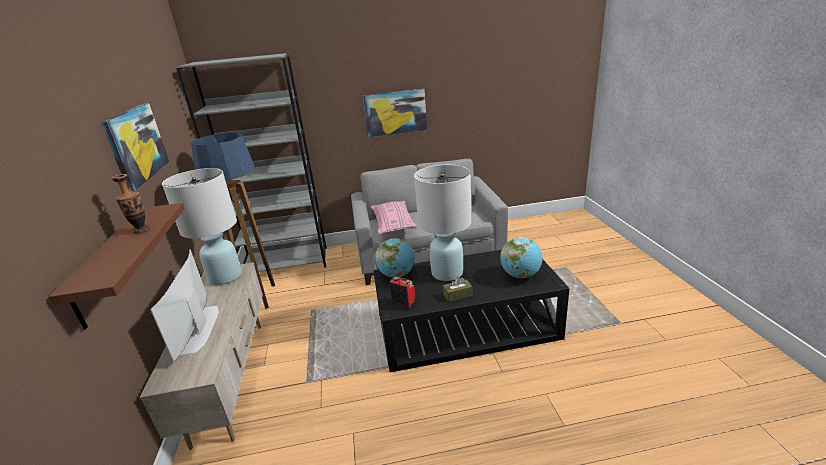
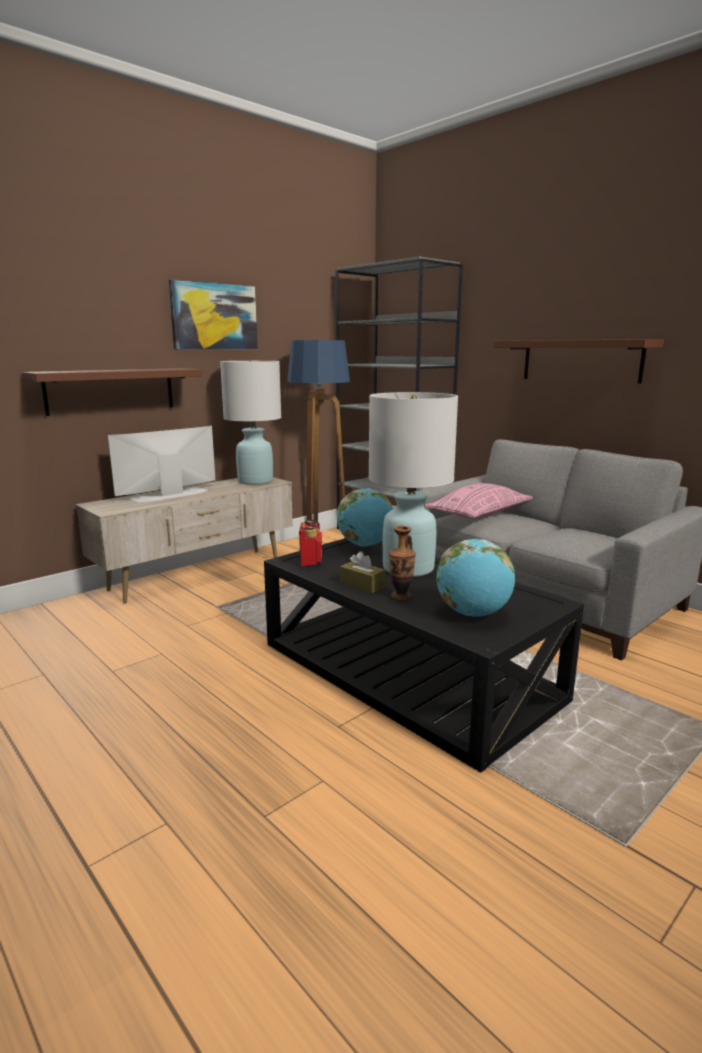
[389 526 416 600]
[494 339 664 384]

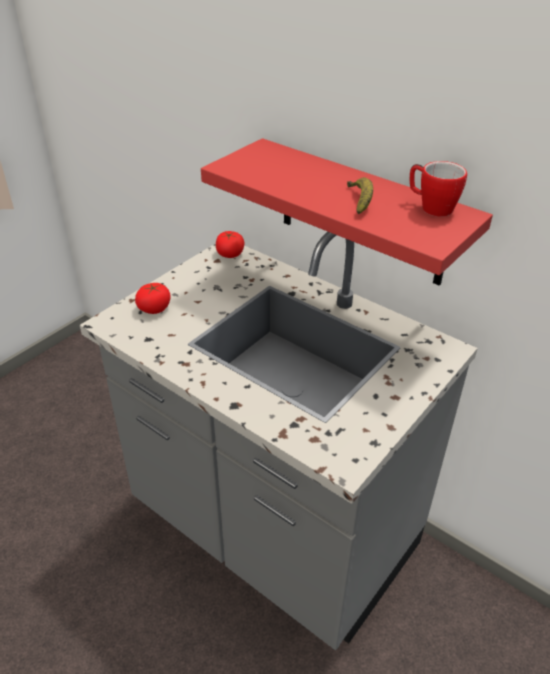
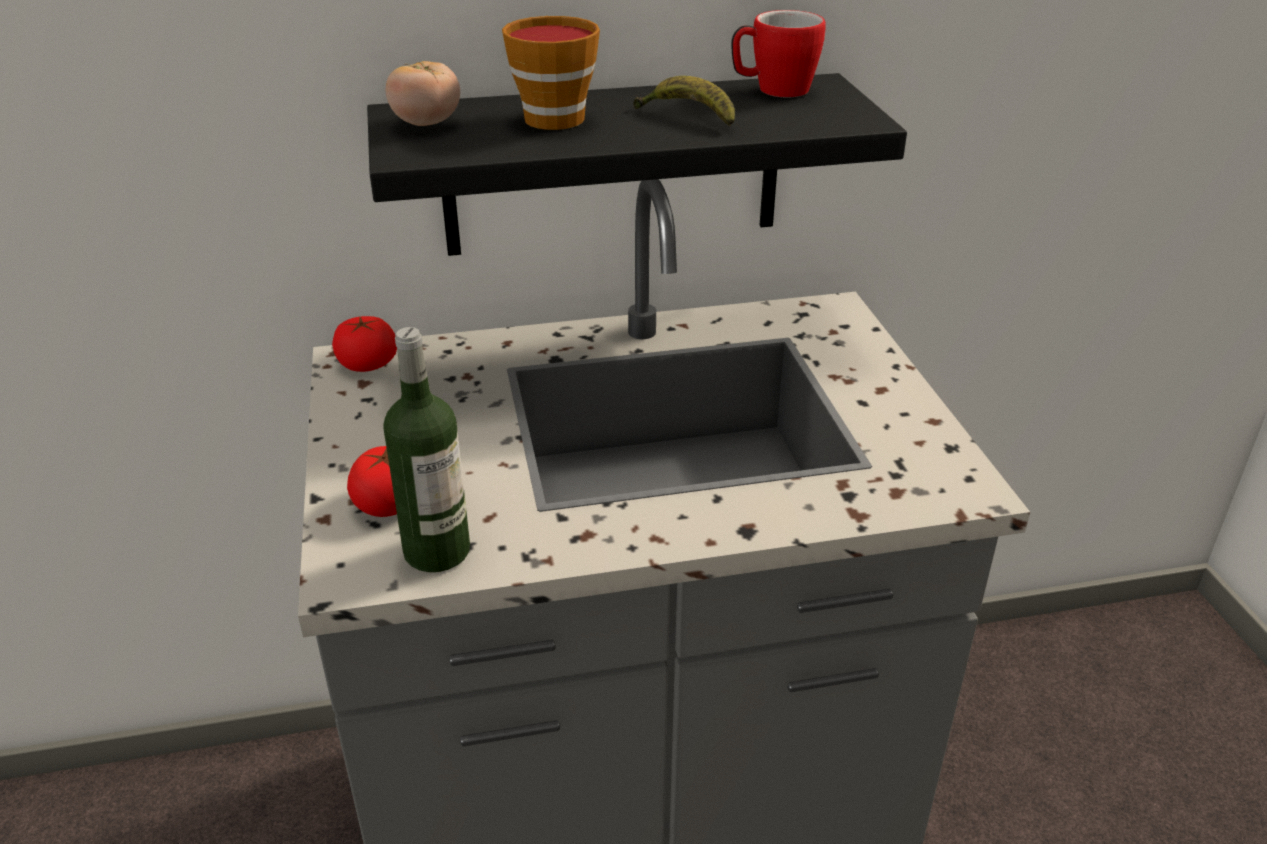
[367 73 907 256]
[383 327 470 572]
[386 61 460 126]
[502 16 600 130]

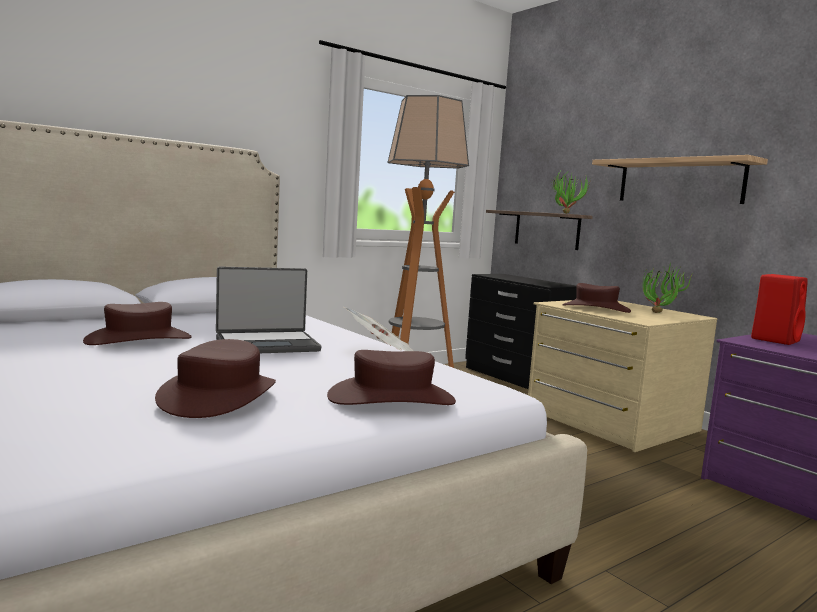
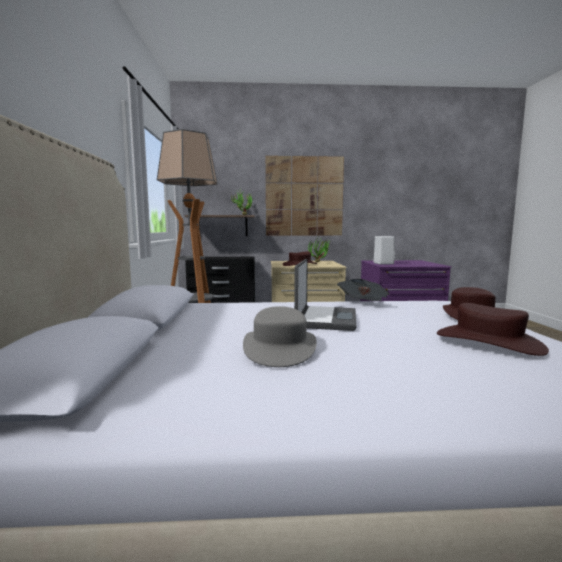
[243 306 317 367]
[266 156 344 235]
[374 236 395 265]

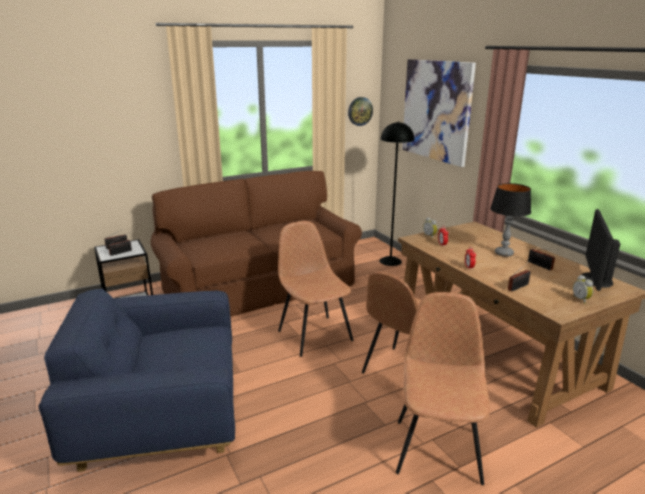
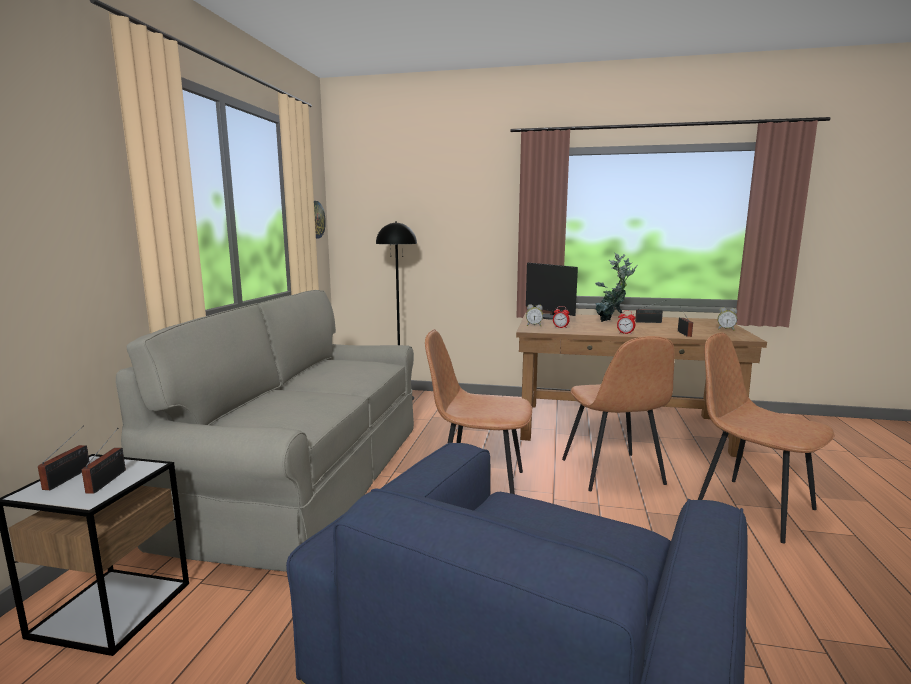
[116 290 414 572]
[402 59 476 167] (first image)
[595 253 637 322]
[526 263 578 320]

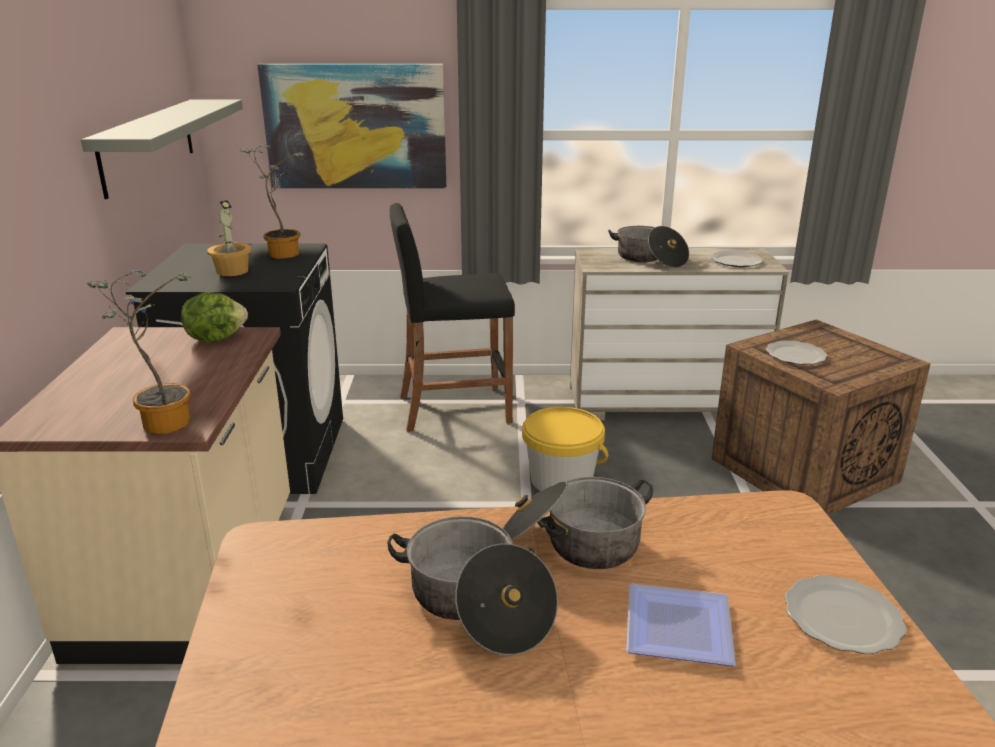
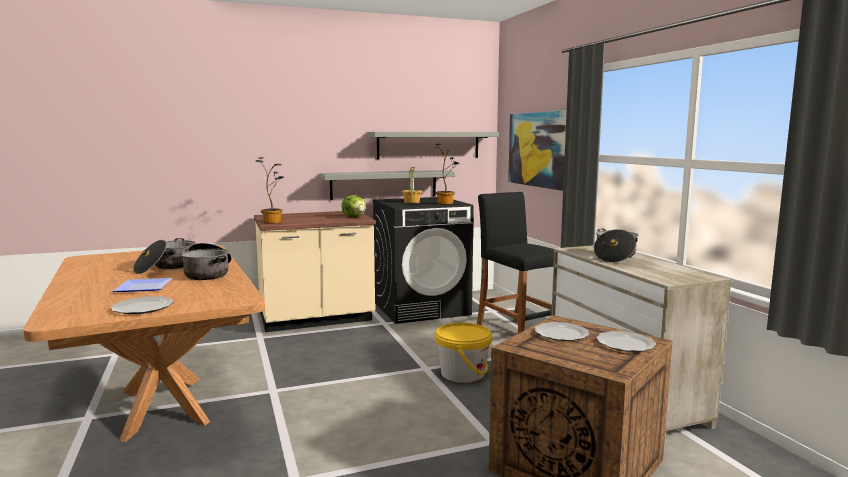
[596 331 656 352]
[319 170 455 200]

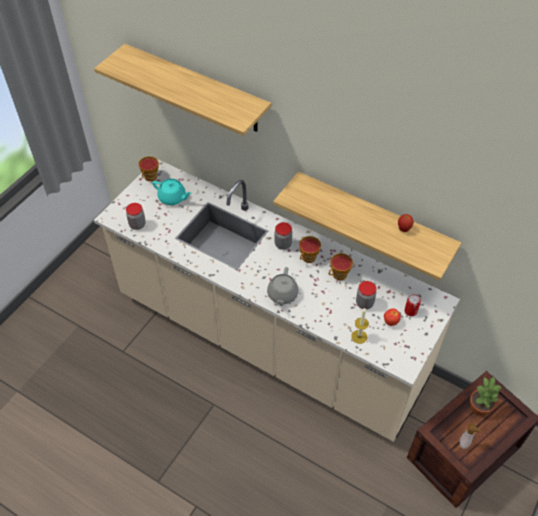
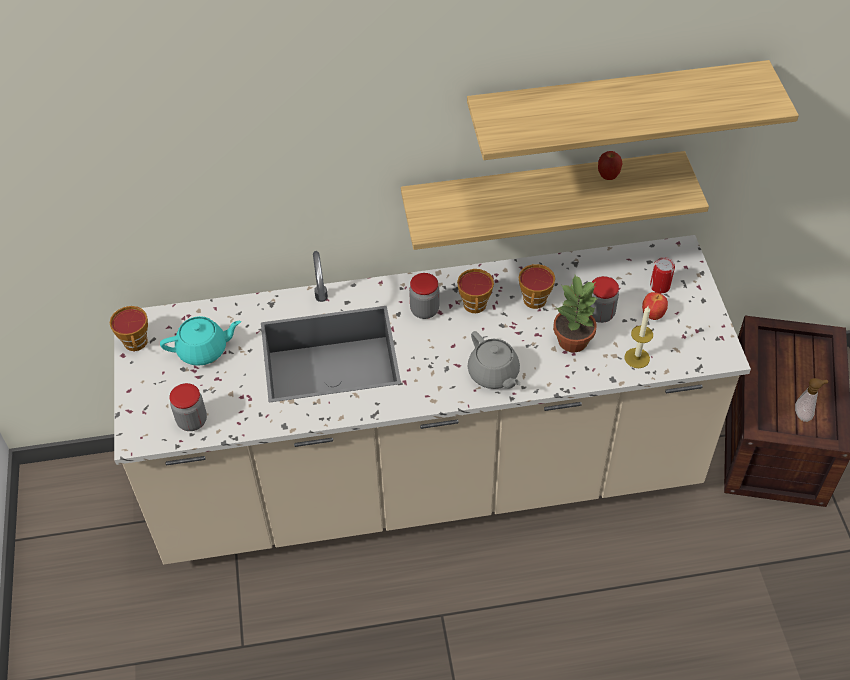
[467 60 799 160]
[553 275 599 353]

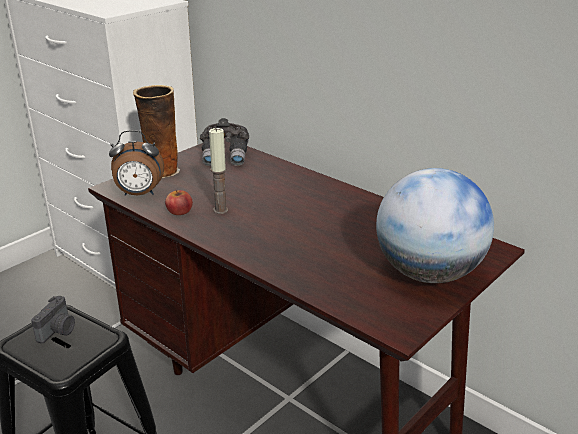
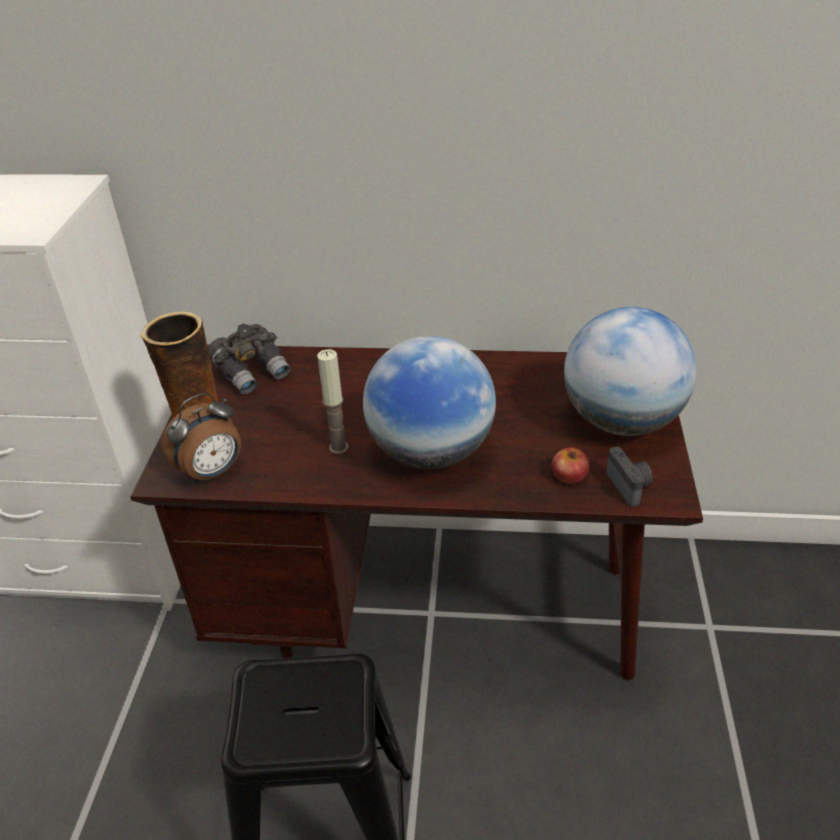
[606 447 653 507]
[552 447 589 484]
[363 336 496 469]

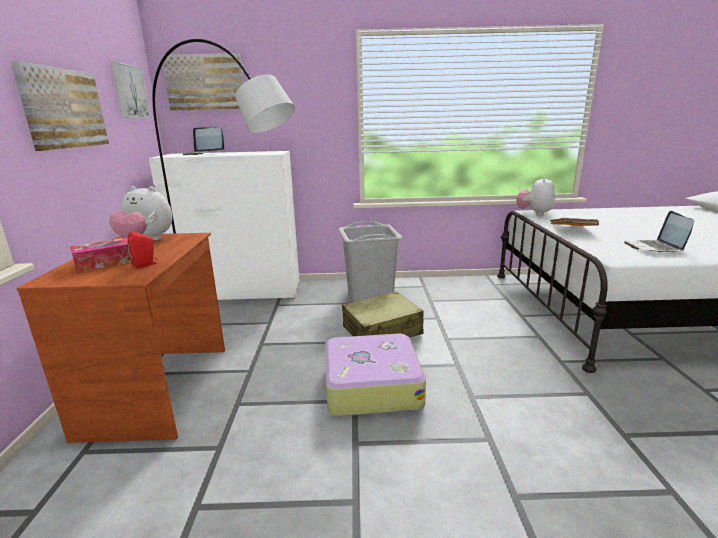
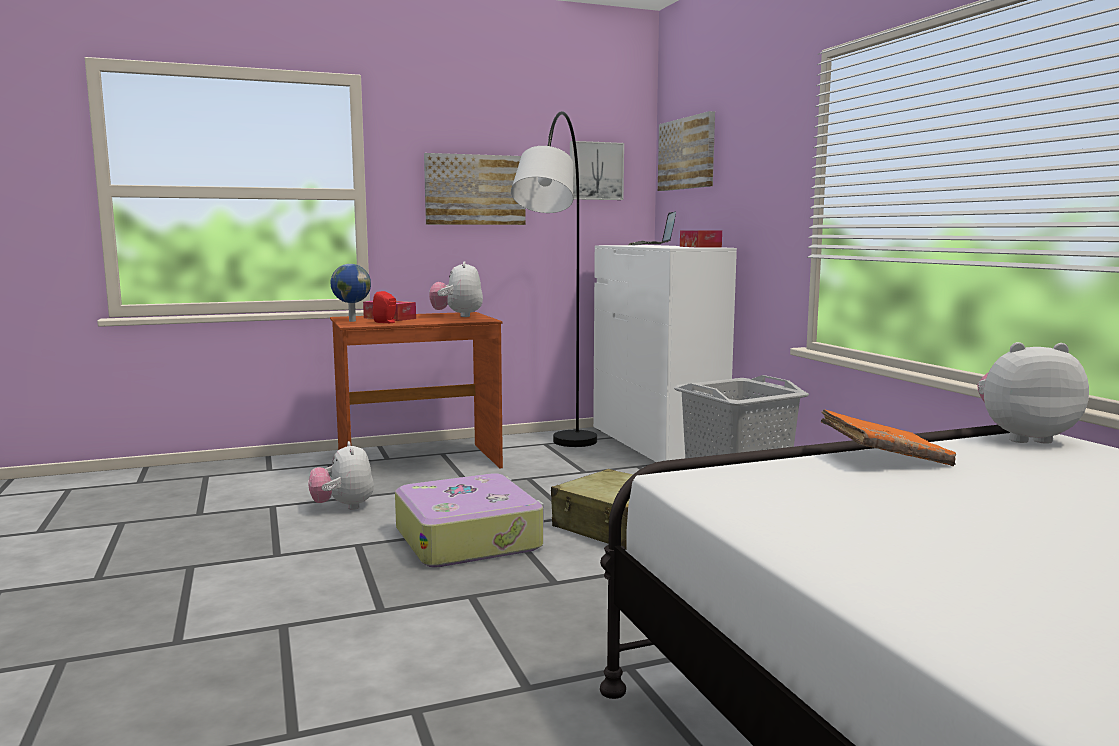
[624 211 694 252] (first image)
[308 441 374 510]
[331 264 371 322]
[680 230 722 248]

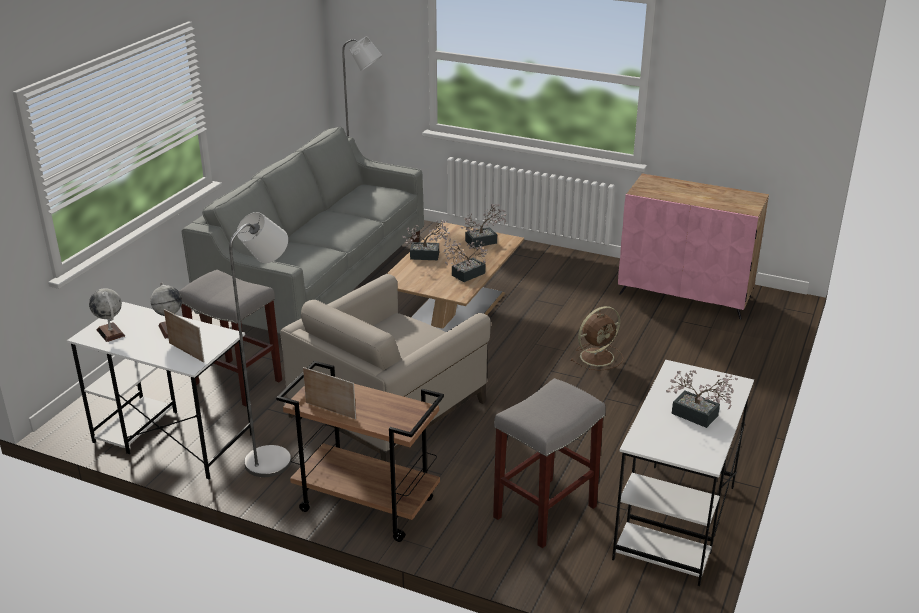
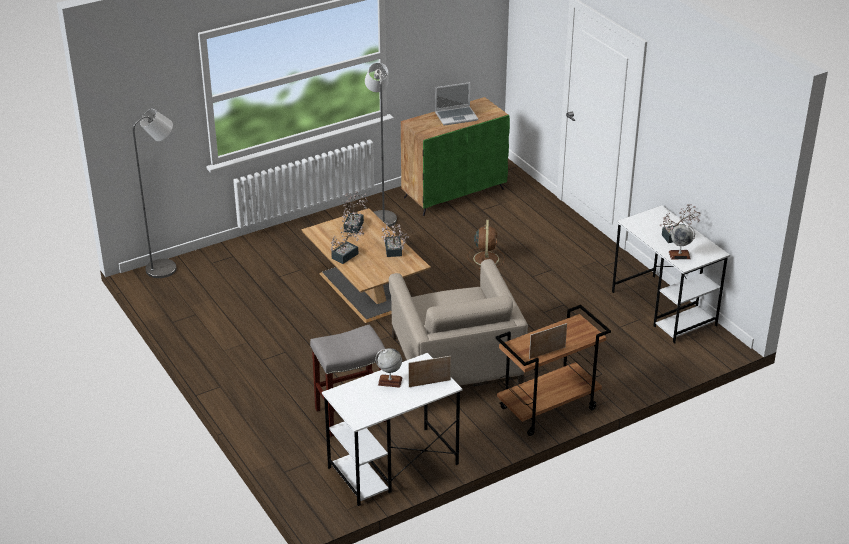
[669 225 695 259]
[182 126 424 334] (first image)
[365 63 397 227]
[493 378 606 548] (first image)
[401 97 510 216]
[435 82 478 126]

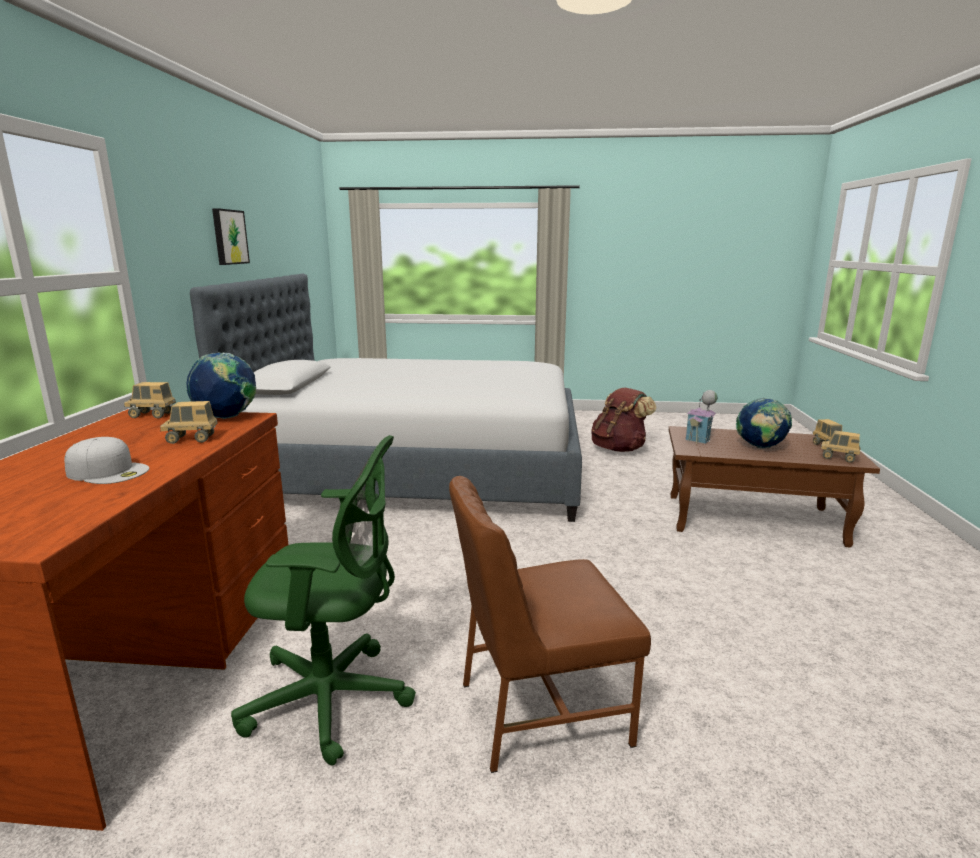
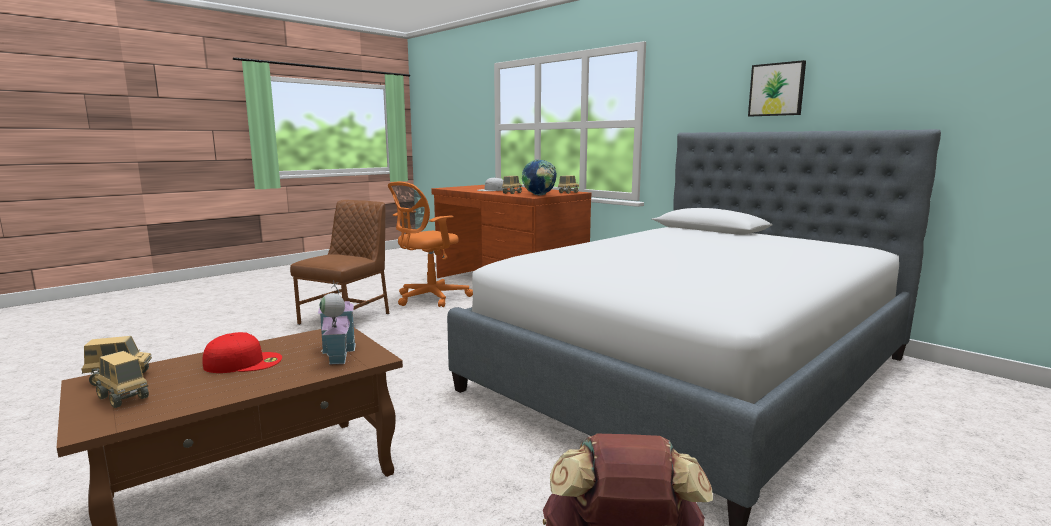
[388 182 473 307]
[202 332 282 373]

